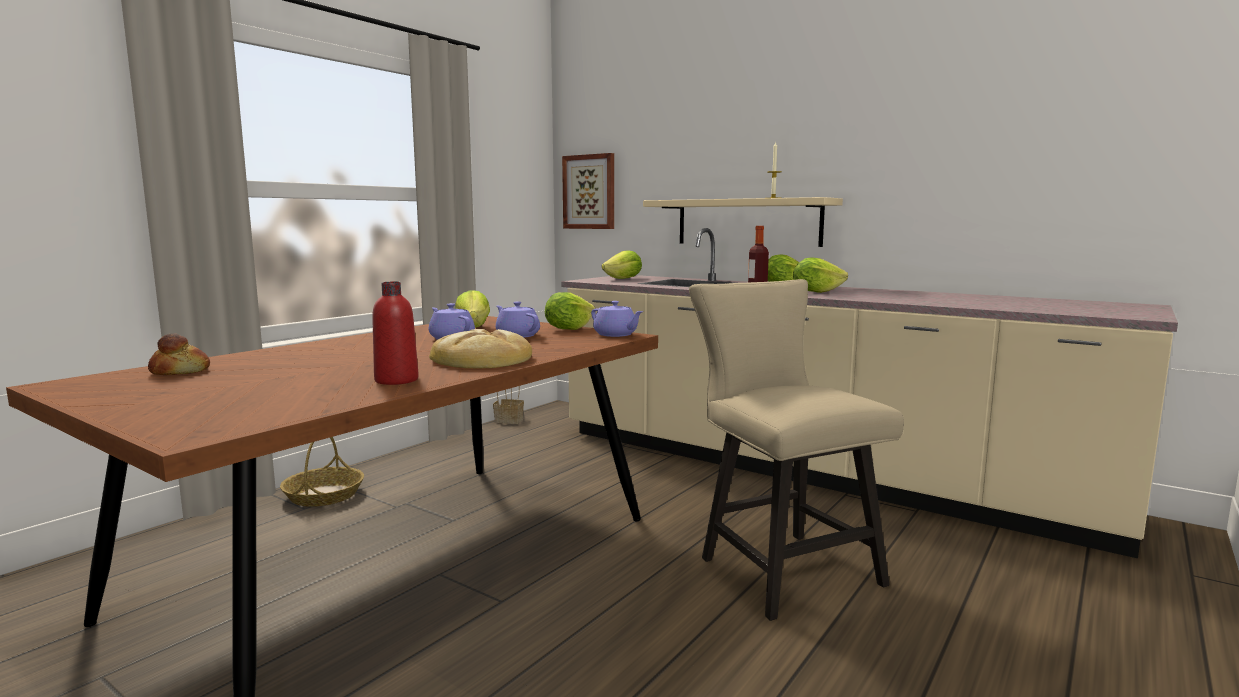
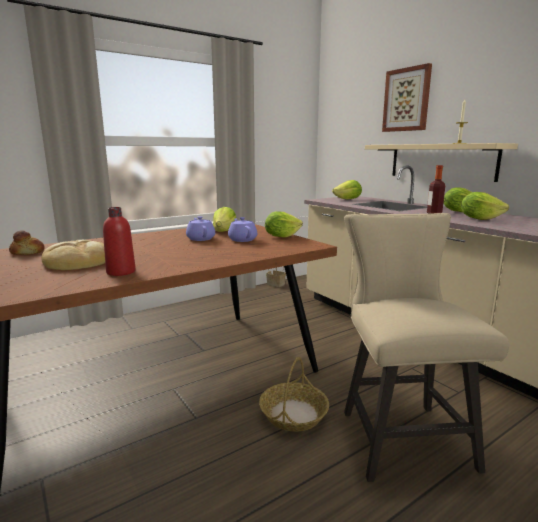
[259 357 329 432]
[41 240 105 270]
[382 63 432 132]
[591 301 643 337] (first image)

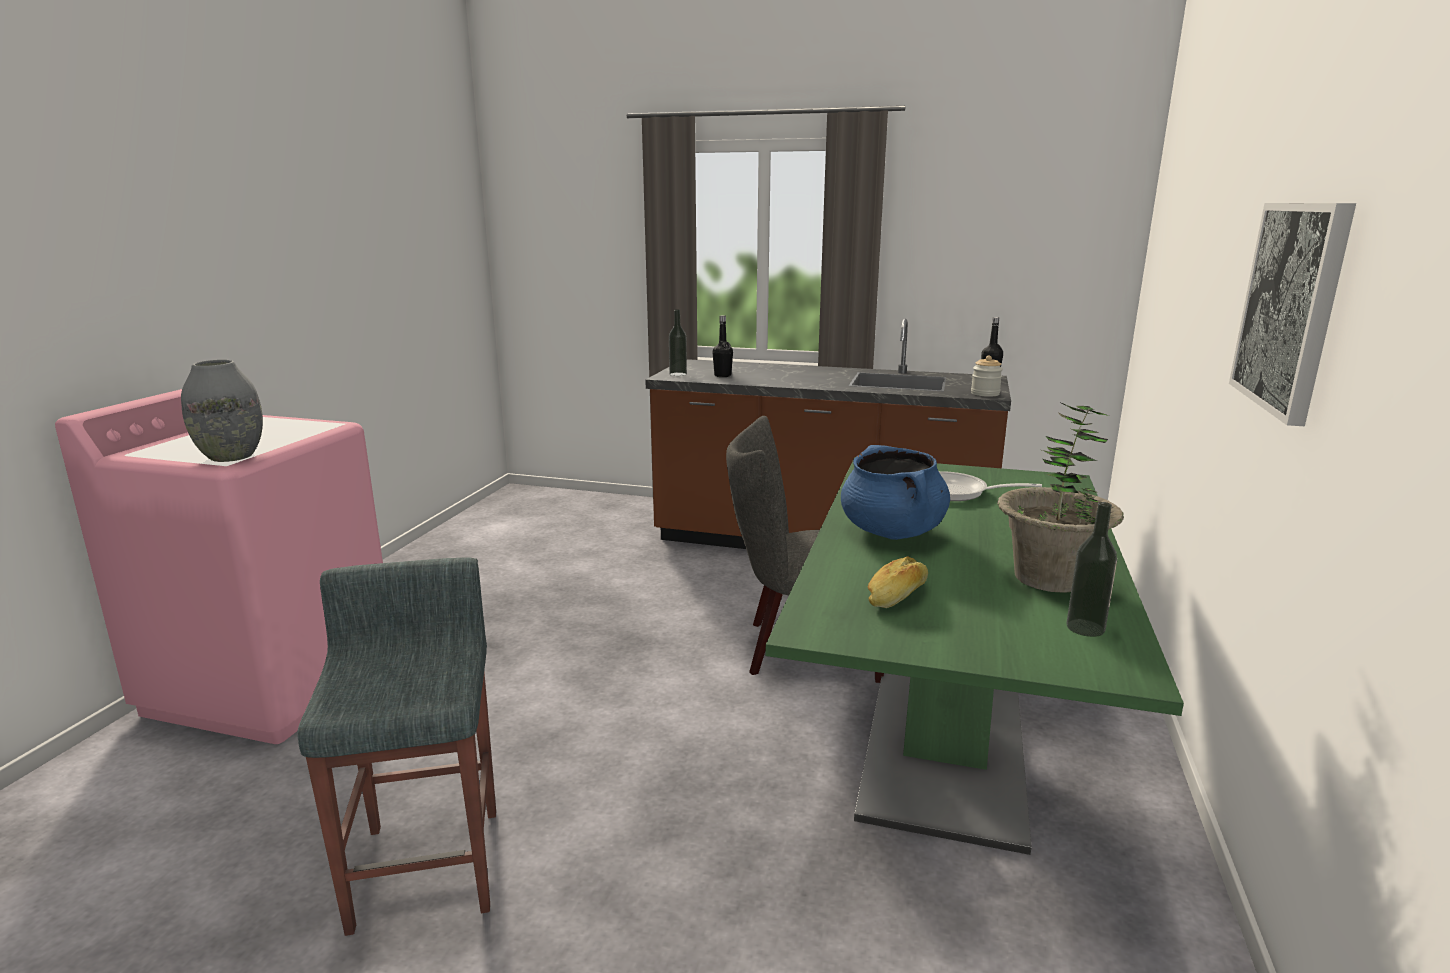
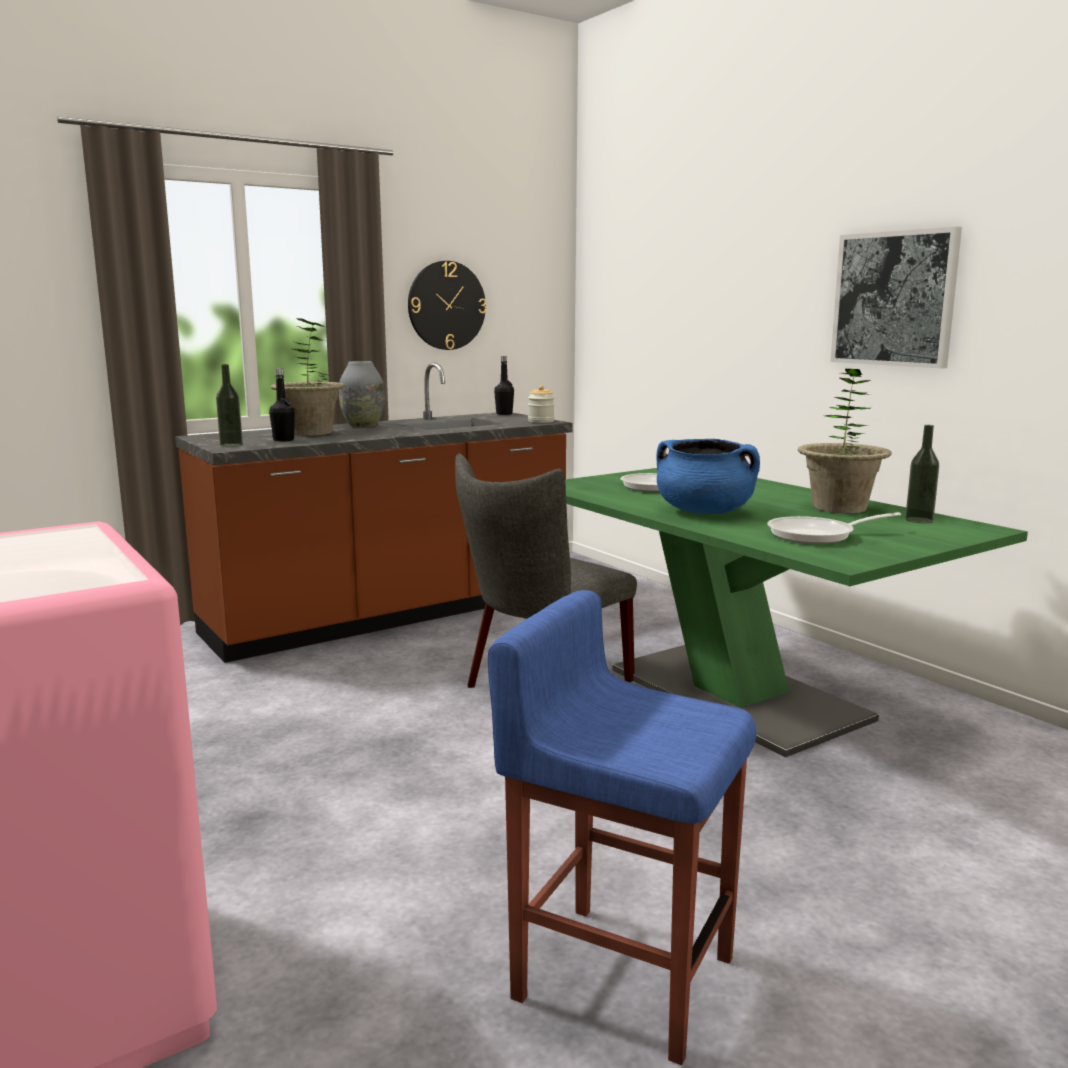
[339 361 385 427]
[488 590 757 1065]
[767 512 901 544]
[271 318 345 436]
[408 261 487 350]

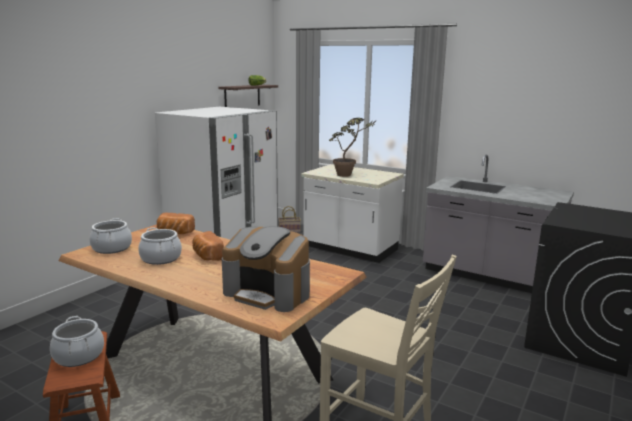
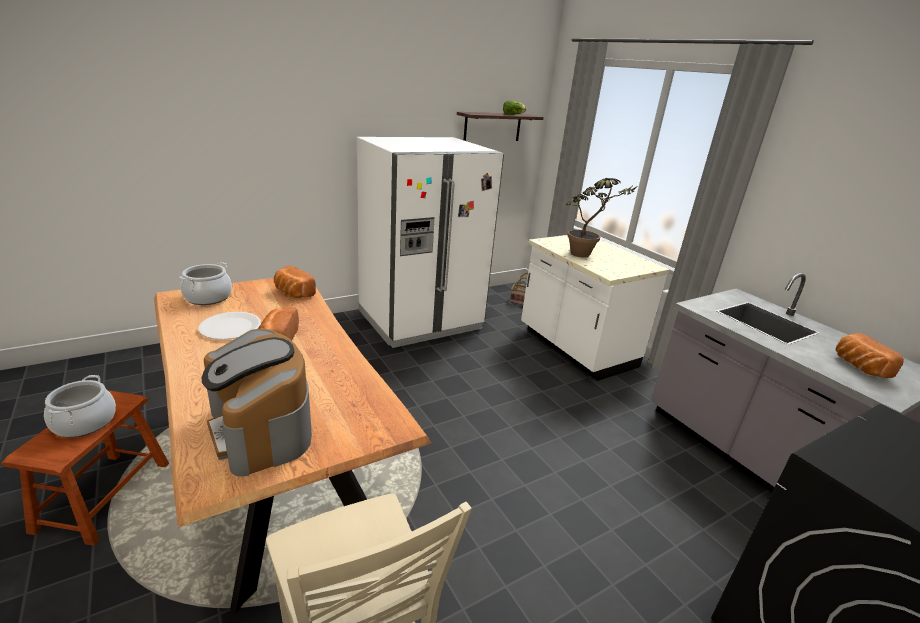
[198 312 261 340]
[836 333 904 378]

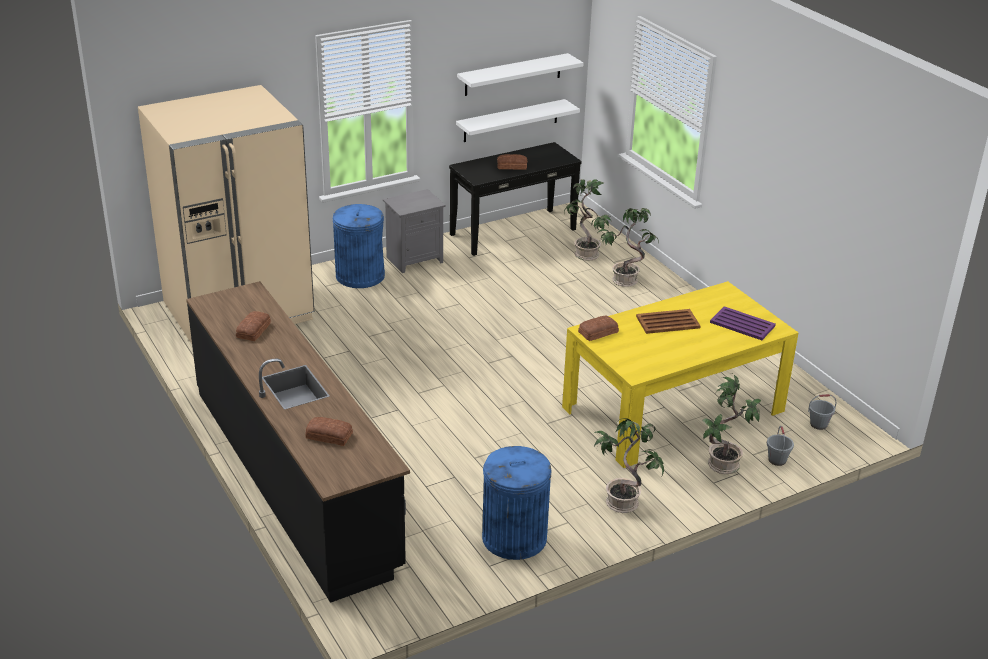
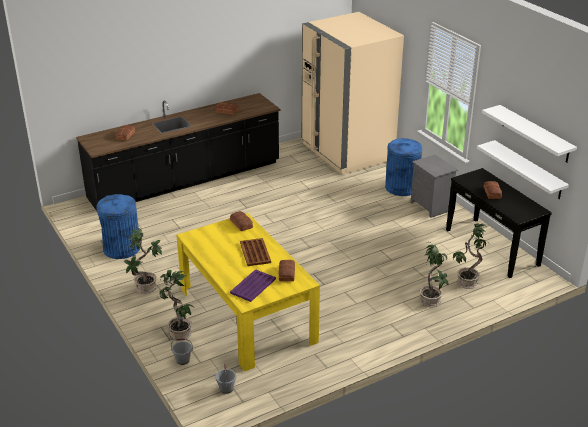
[278 260 295 282]

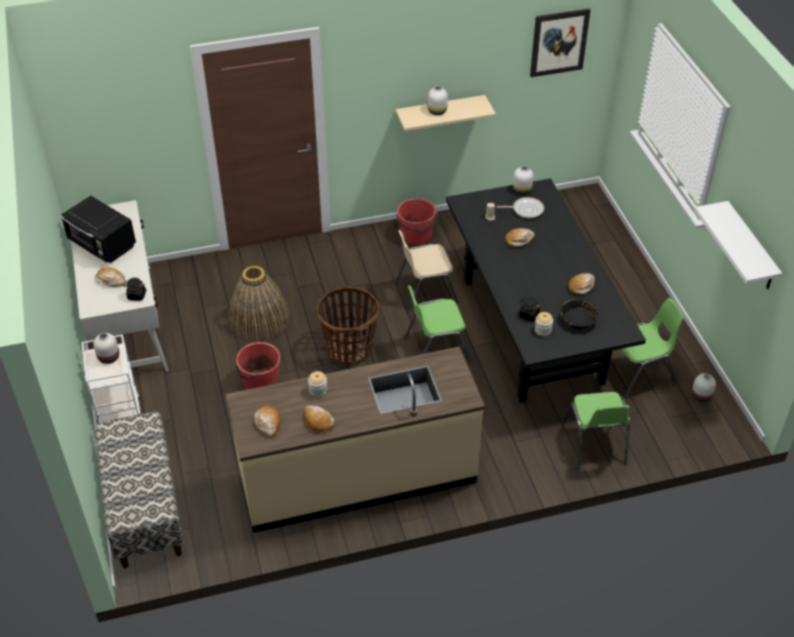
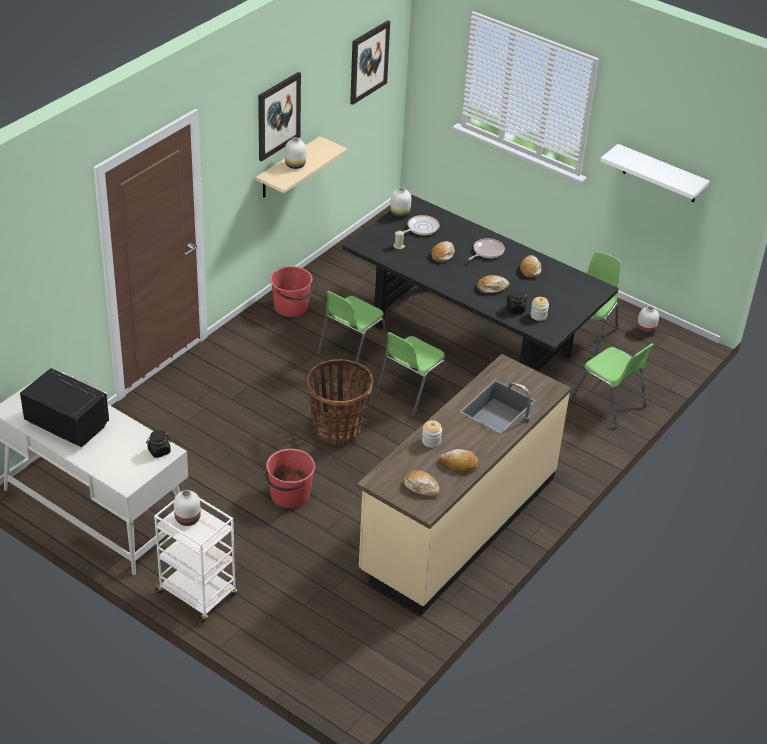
[20 368 109 448]
[477 275 510 293]
[95 411 184 568] (first image)
[229 266 289 342] (first image)
[317 291 388 374]
[560 299 599 329] (first image)
[258 72 301 161]
[468 238 505 260]

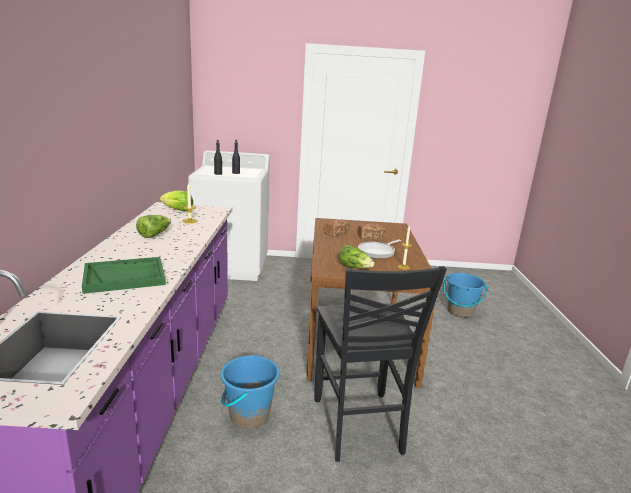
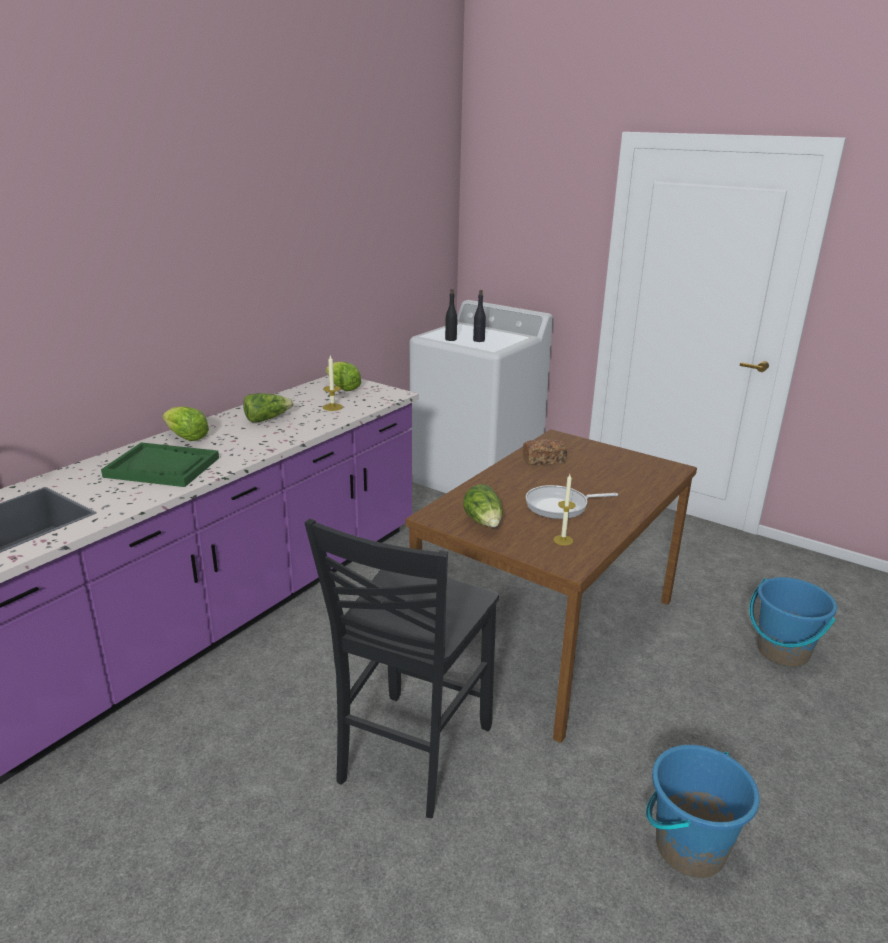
[646 745 760 878]
[358 224 385 239] (first image)
[162 406 209 441]

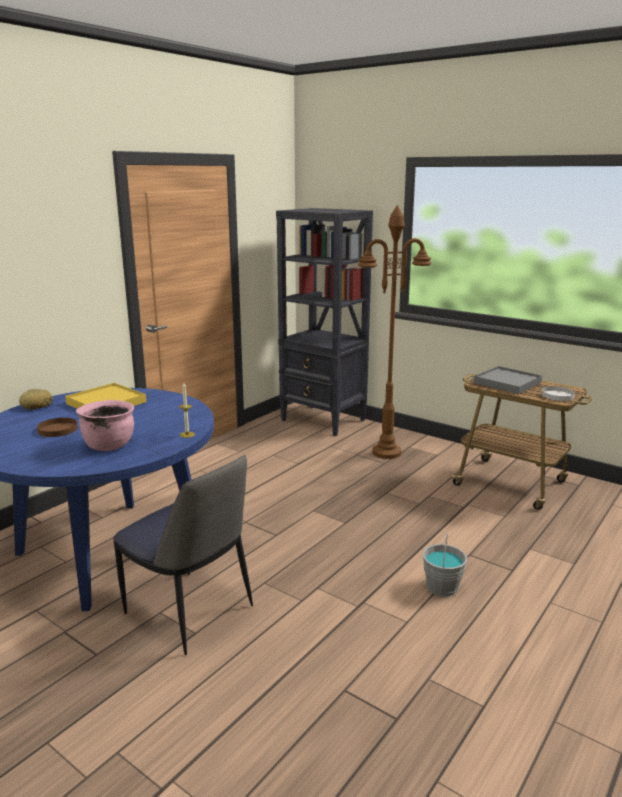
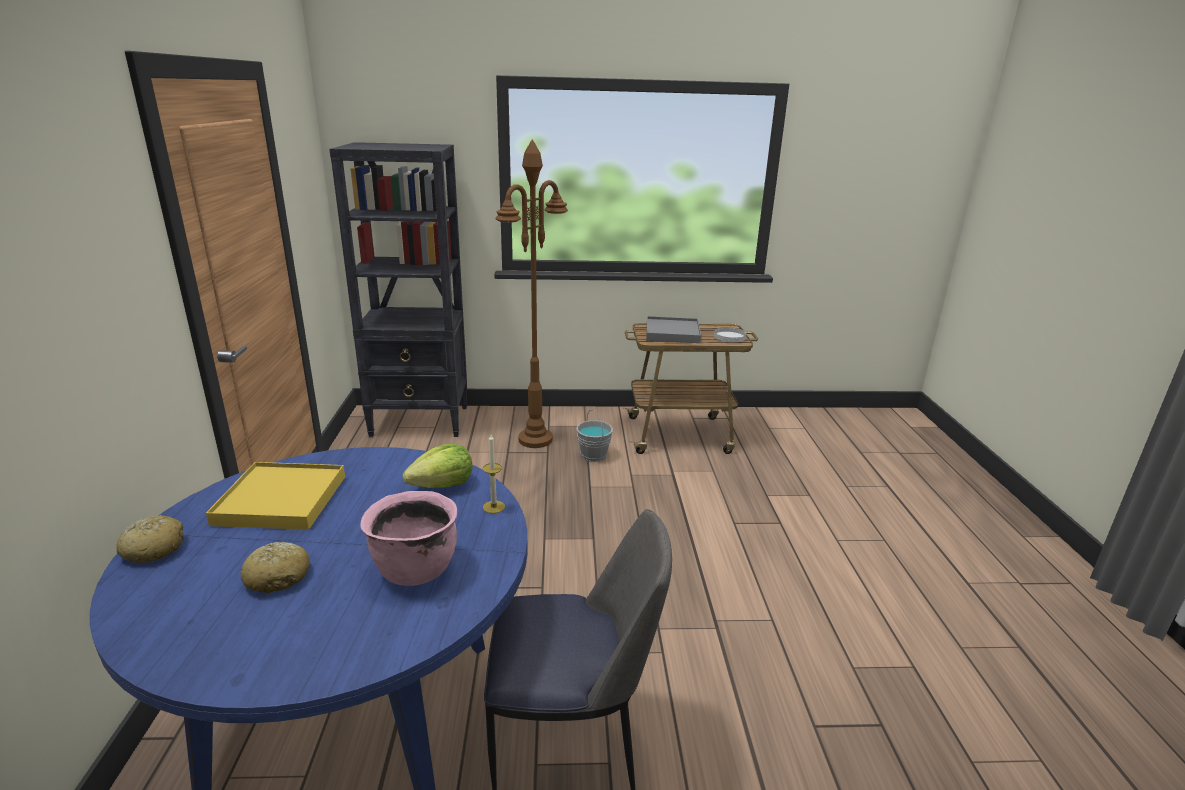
[241 542 310 593]
[576 410 613 462]
[402 443 472 488]

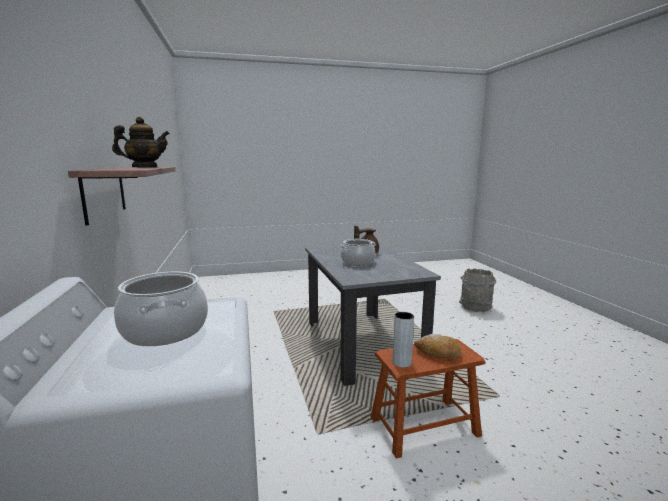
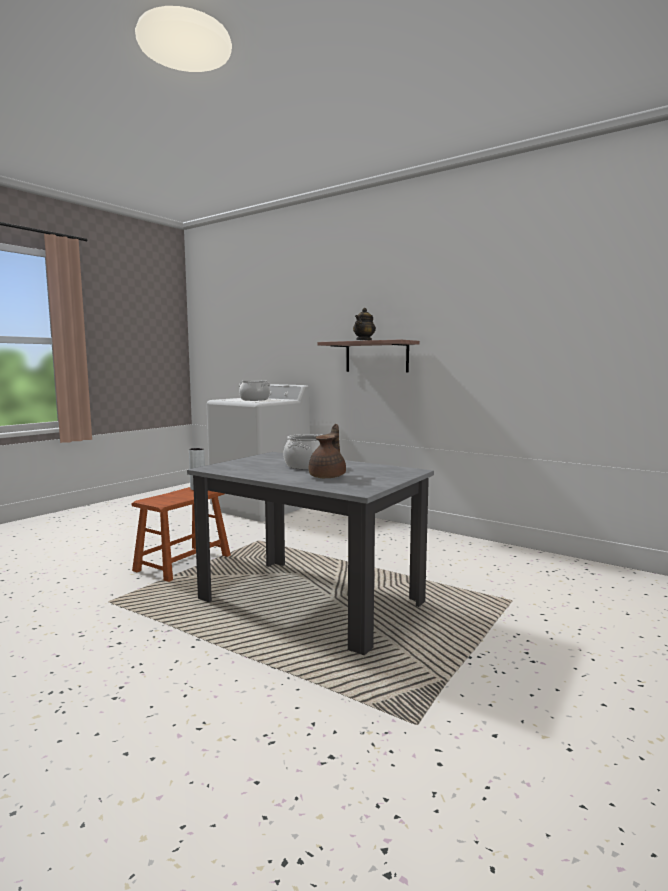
[414 334 461 359] (first image)
[459 269 496 312] (first image)

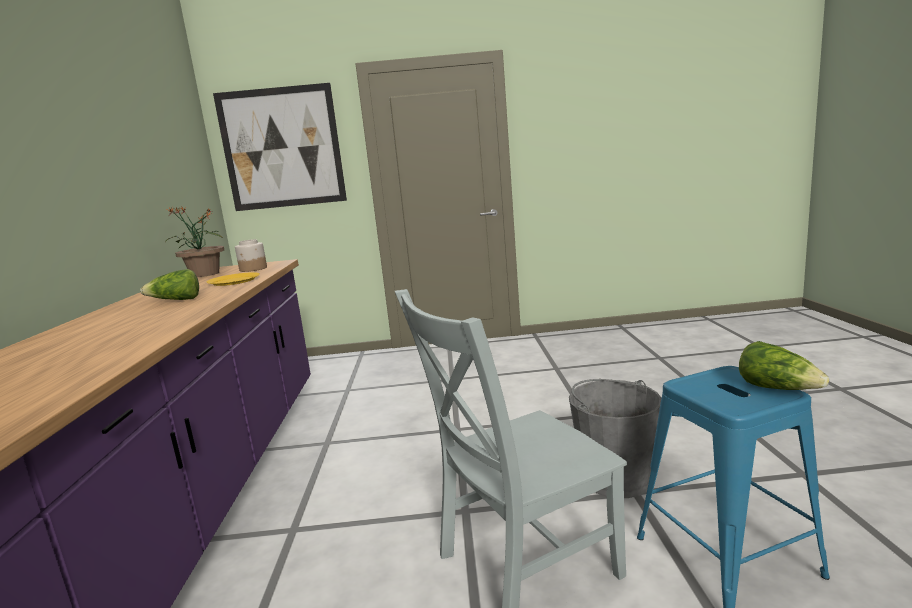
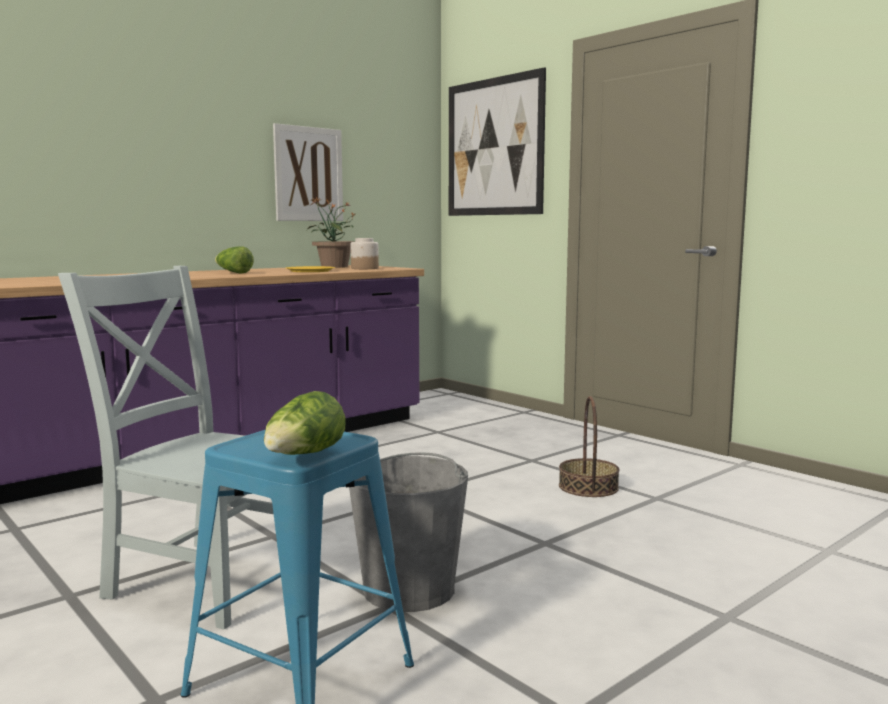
[273 123 343 221]
[559 396 619 497]

